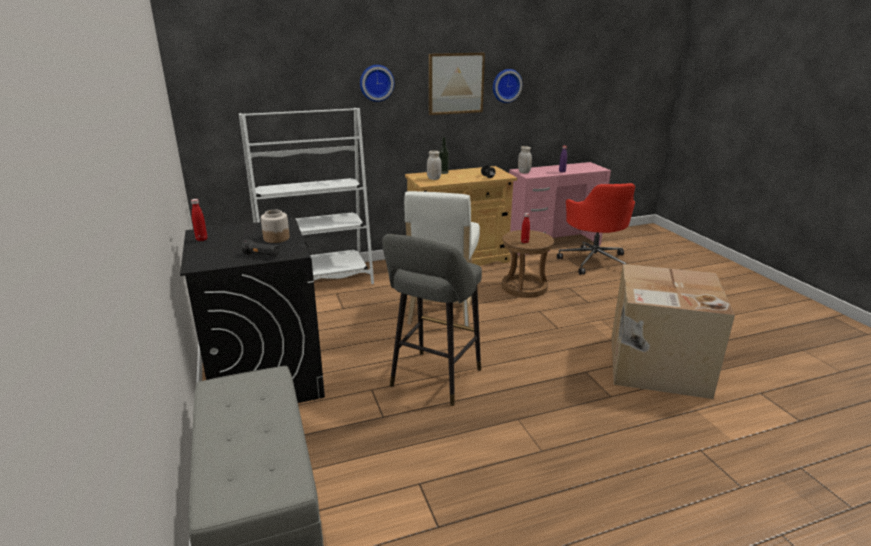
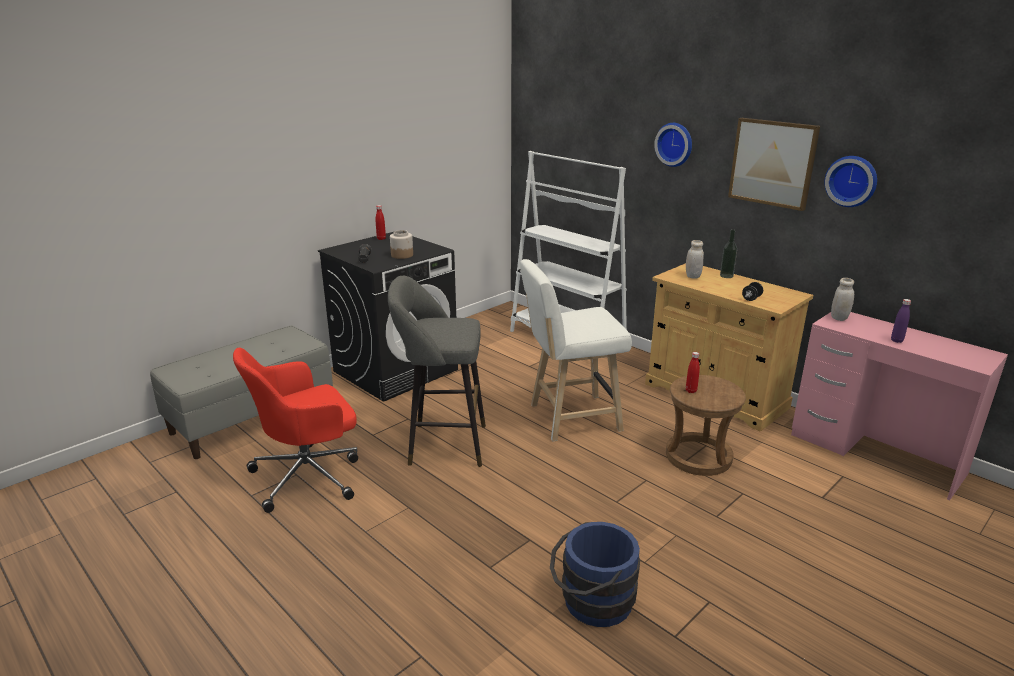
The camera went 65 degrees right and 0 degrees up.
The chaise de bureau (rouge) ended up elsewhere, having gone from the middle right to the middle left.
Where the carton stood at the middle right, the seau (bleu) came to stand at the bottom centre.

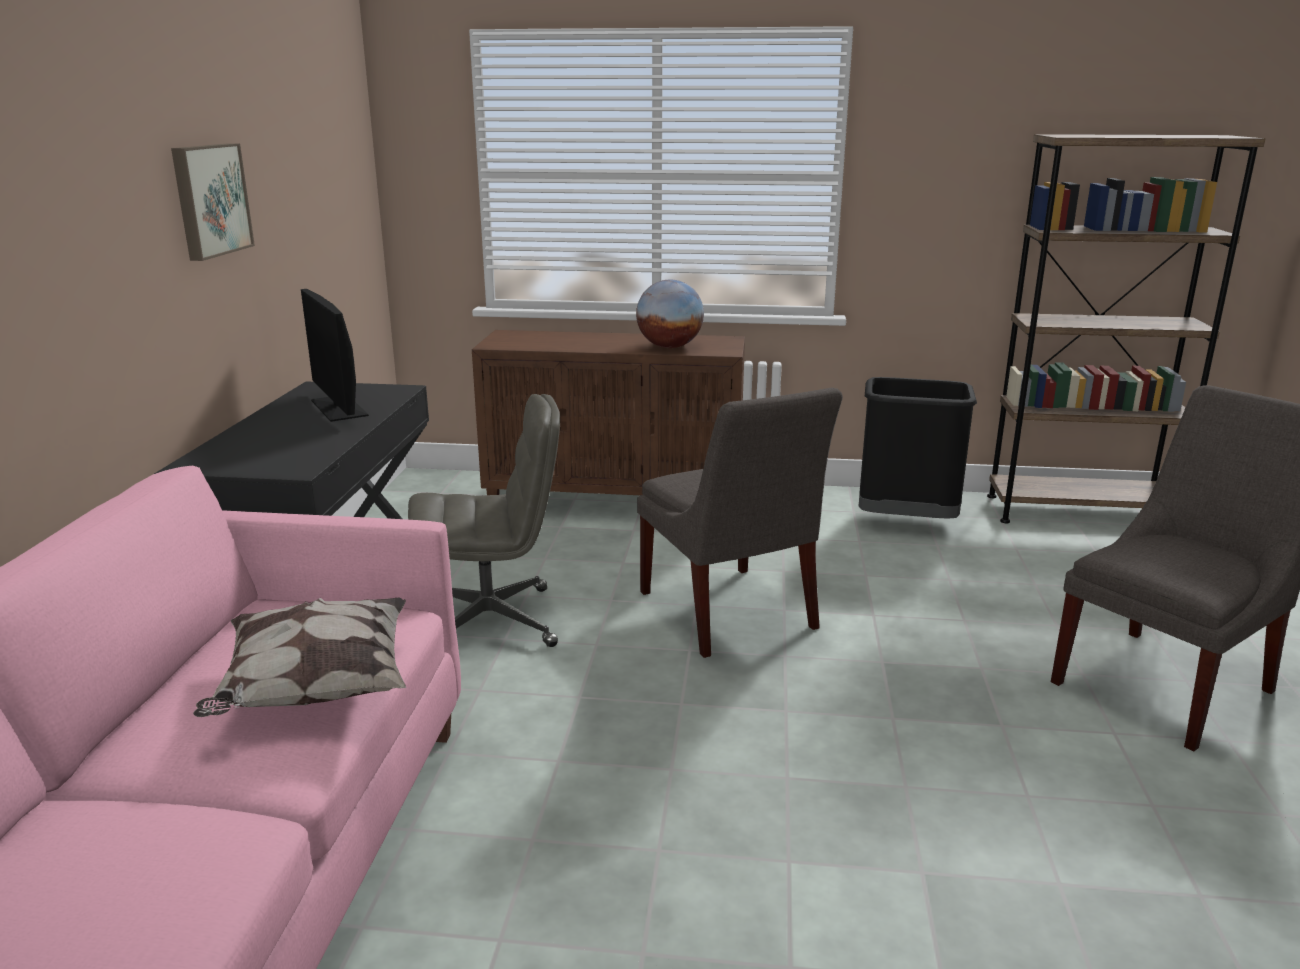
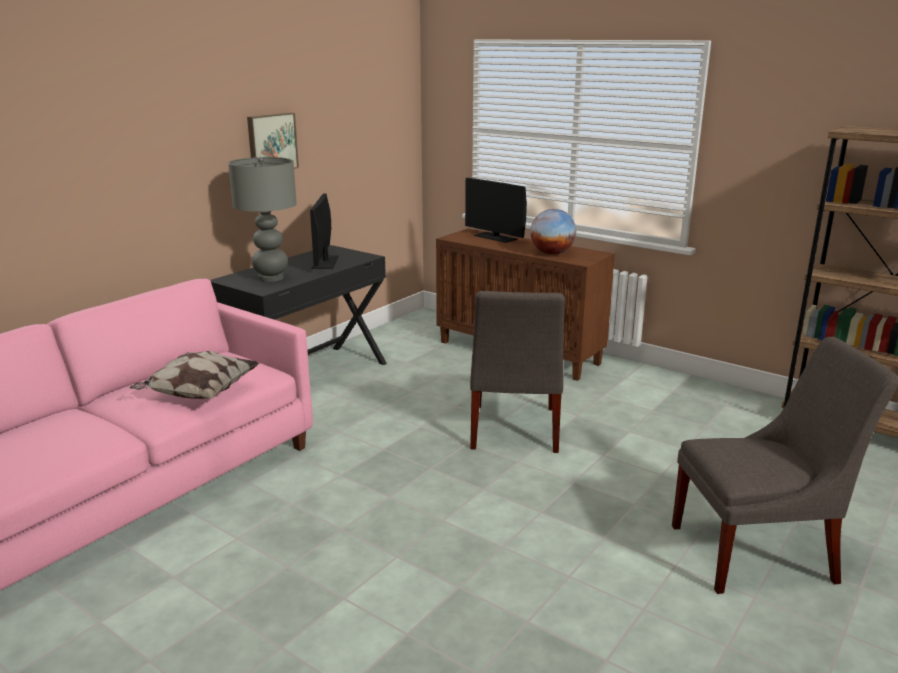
The camera went 30 degrees right and 0 degrees up.
The second view lost the poubelle (noir) at the middle right.
The second view lost the chaise de bureau (gris) at the centre.
The second view gained the lampe de table (gris) at the top left.
The second view gained the écran d'ordinateur (no. 2 from left) at the top centre.

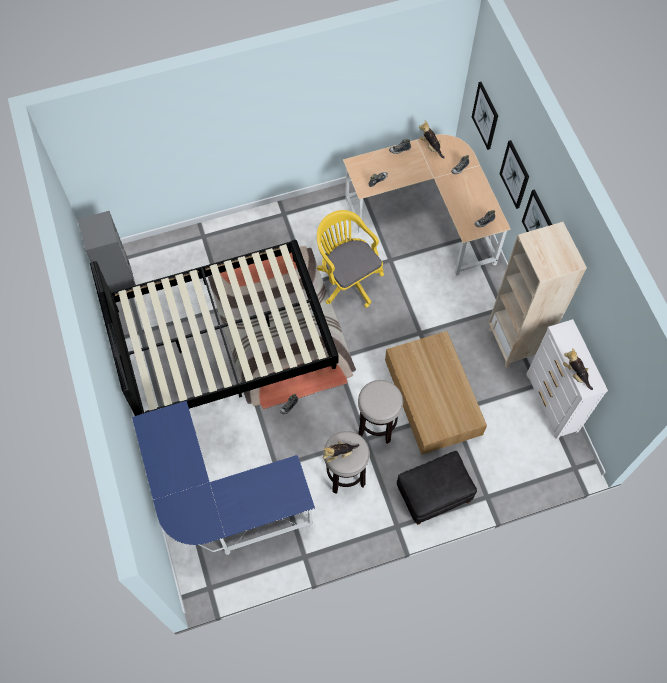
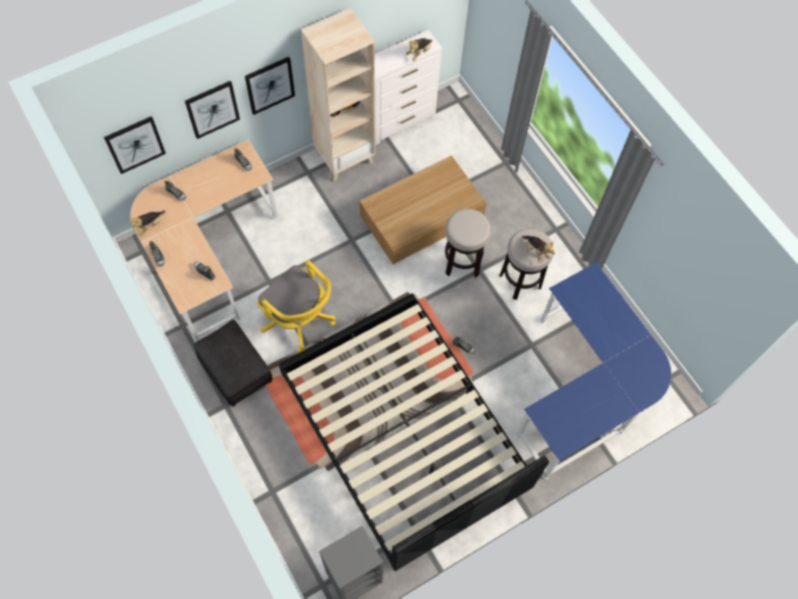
The camera went 105 degrees left and 0 degrees up.
The chaise de bureau (jaune) at the centre ended up facing another way, 90 degrees counterclockwise from before.
The pouf (noir) ended up elsewhere, having gone from the bottom centre to the middle left.

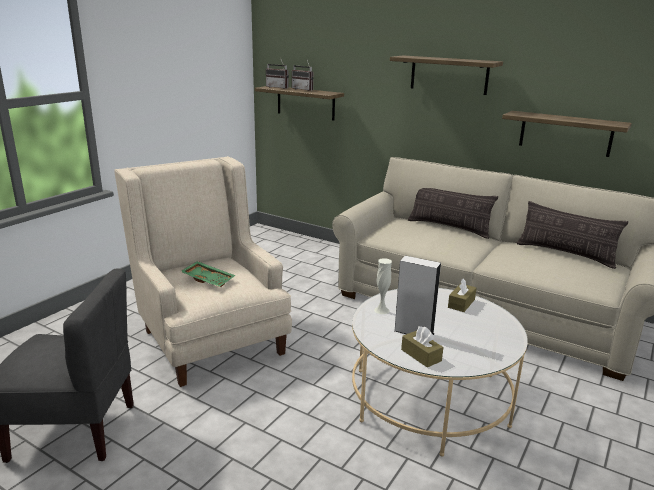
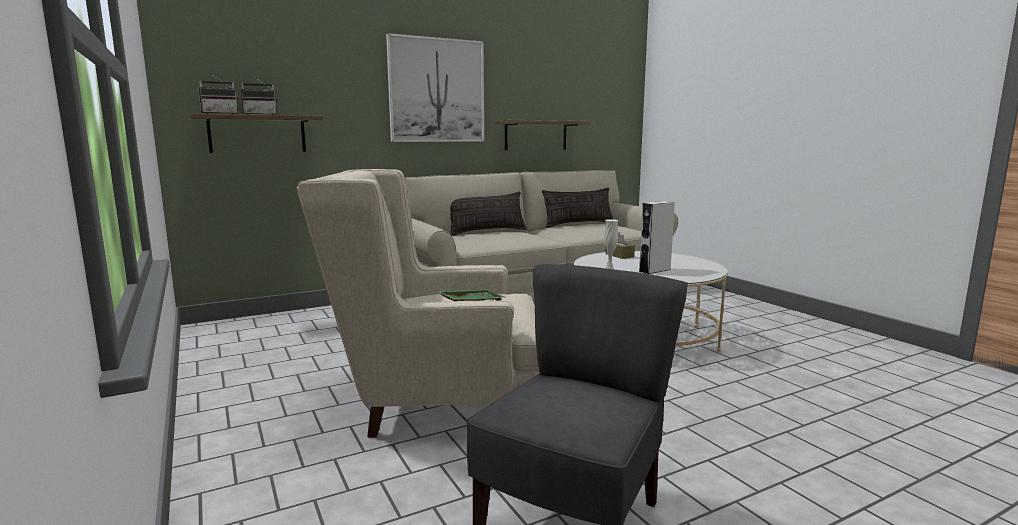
The camera went 60 degrees left and 10 degrees down.
Where the étagère (no. 2 from left) hung at the top right, the tableau came to hang at the top centre.
The second view lost the boîte à mouchoirs (marron) (no. 1 from left) at the bottom centre.

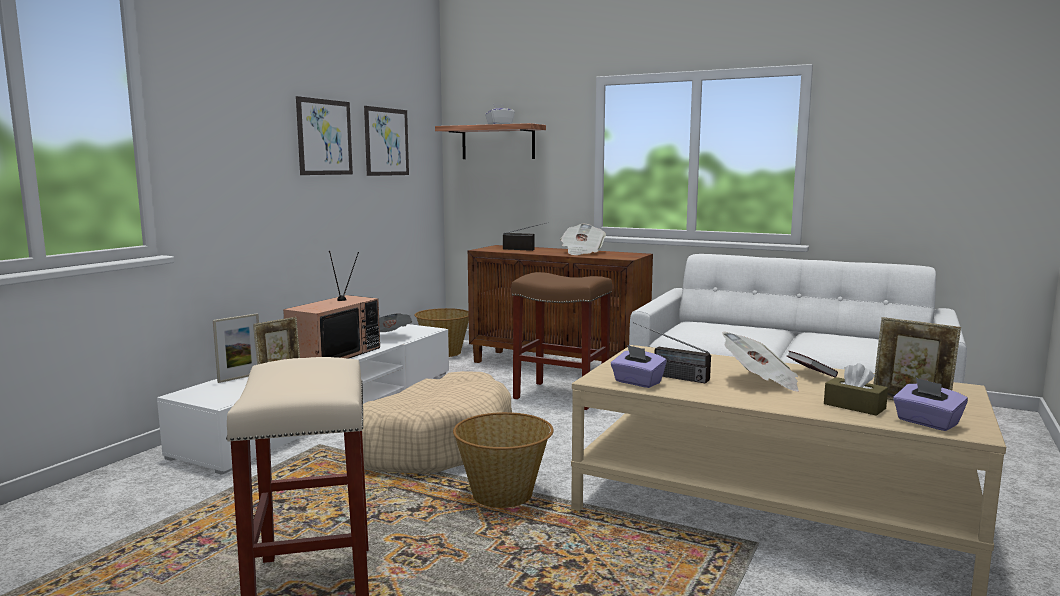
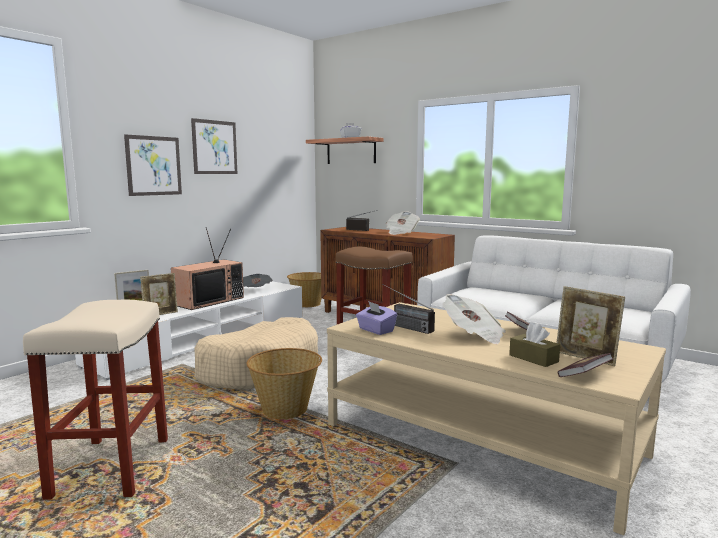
The camera went 10 degrees right and 0 degrees up.
The tableau (no. 2 from left in the first image) ended up elsewhere, having gone from the top centre to the top left.
Where the boîte à mouchoirs (violet) (no. 2 from left) stood at the bottom right, the livre (no. 2 from left) came to stand at the bottom right.

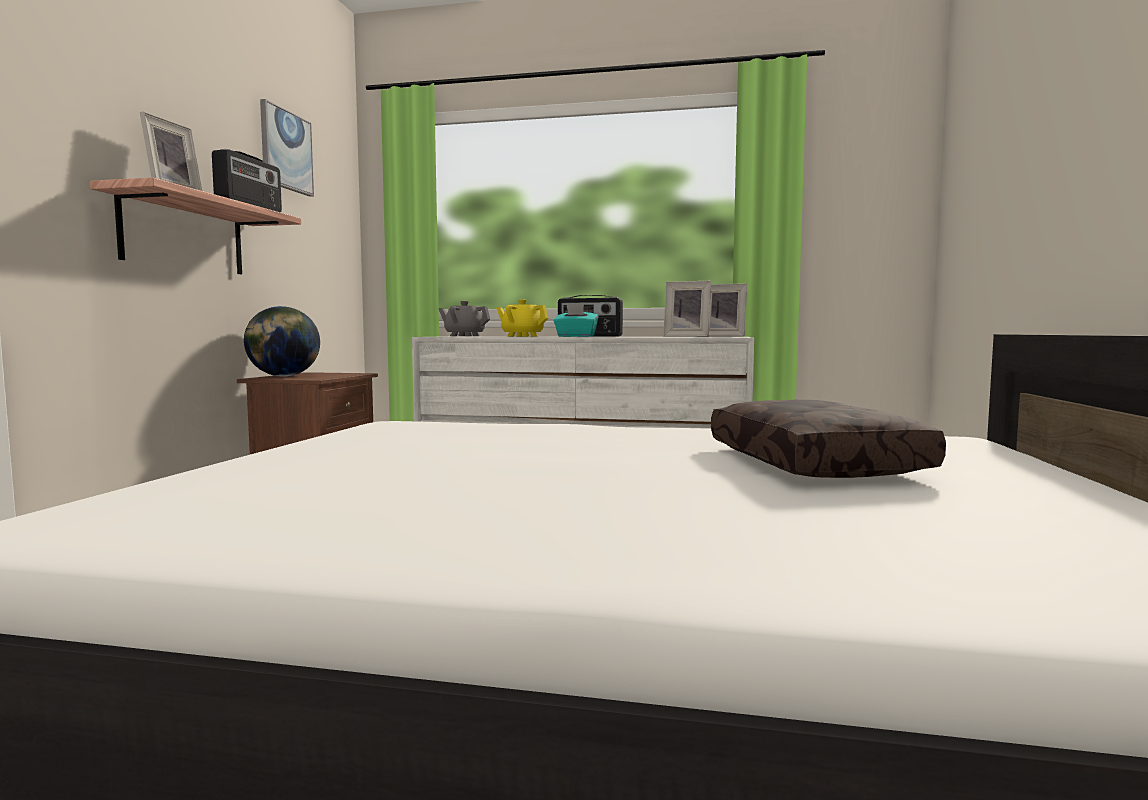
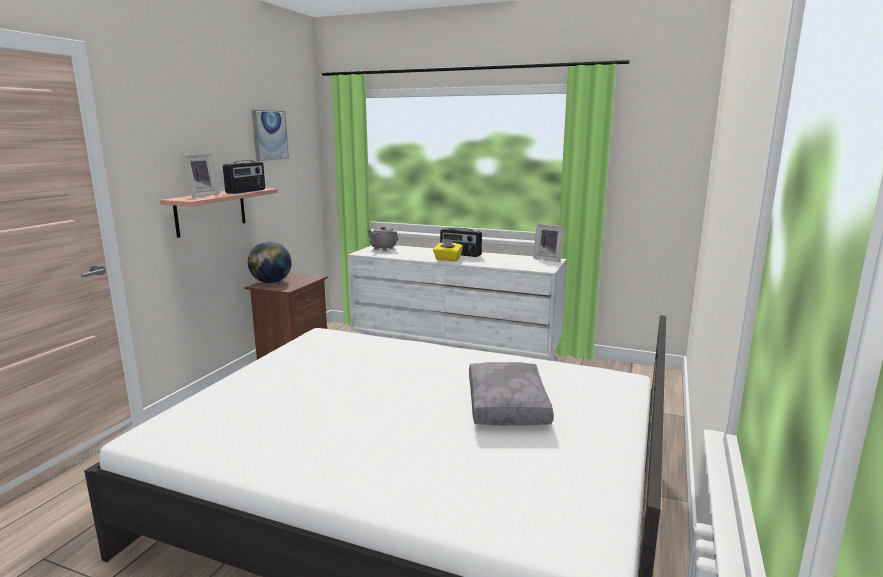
The camera went 10 degrees right and 10 degrees up.
The second view lost the cadre photo (no. 2 from left) at the centre.
The second view lost the théière (jaune) at the centre.
What was the boîte à mouchoirs (turquoise) at the centre turned into the boîte à mouchoirs (jaune) at the centre.
What was the coussin (marron) at the middle right turned into the coussin (gris) at the bottom centre.

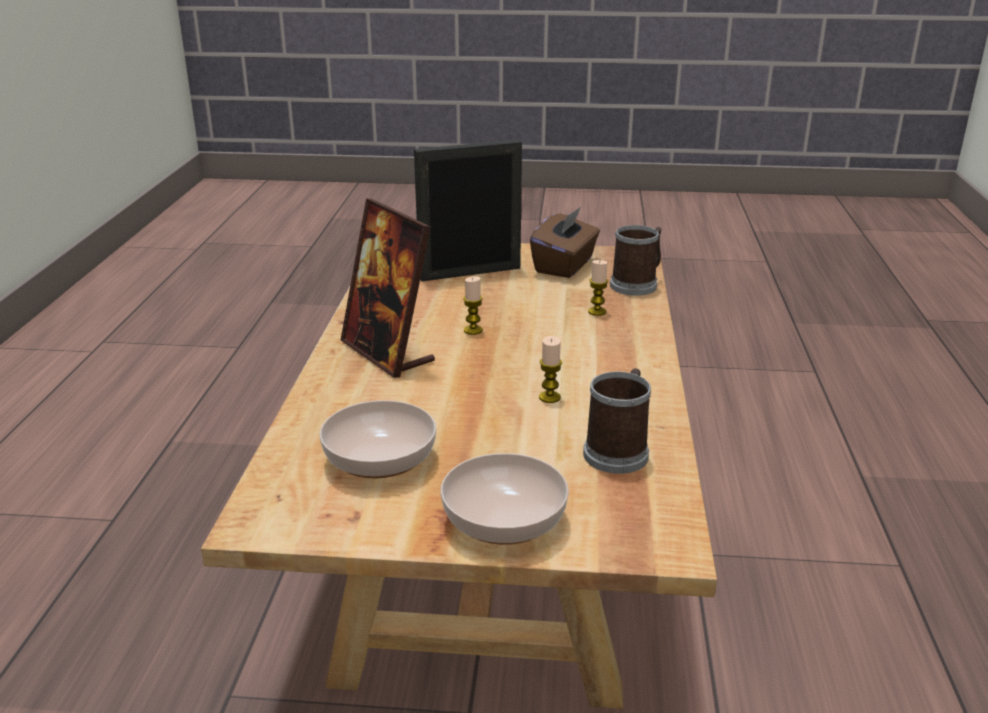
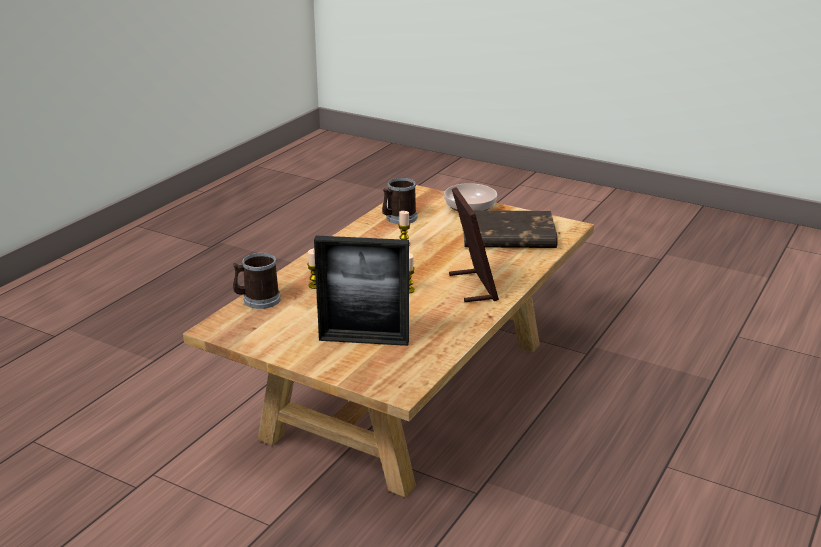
The camera went 155 degrees left and 0 degrees up.
The second view lost the boîte à mouchoirs (marron) at the centre.
Where the bol (no. 1 from left) stood at the centre, the livre (marron) came to stand at the centre.

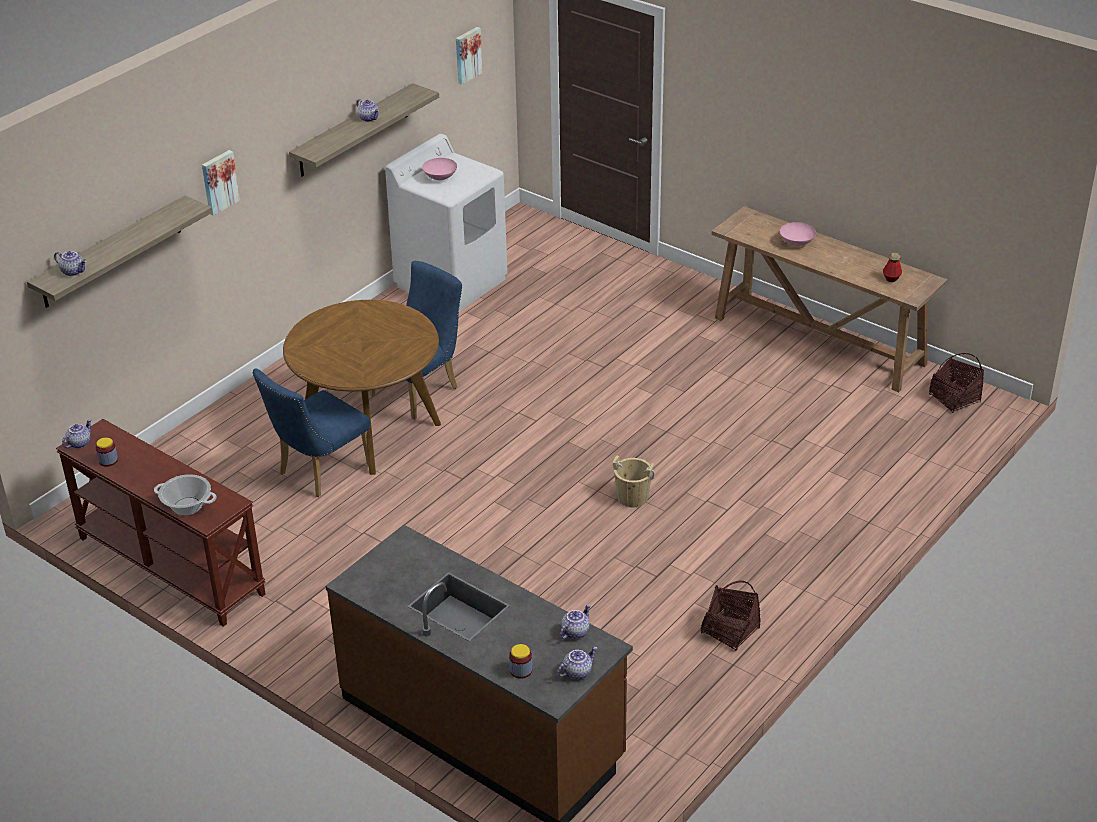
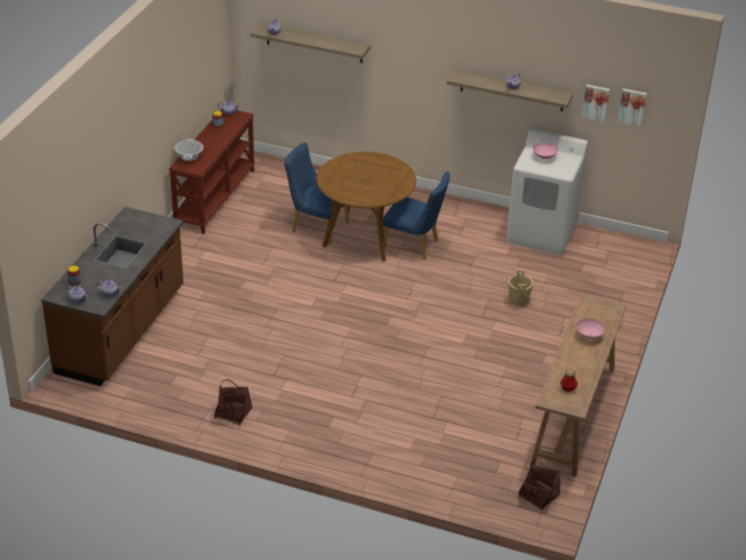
The camera went 70 degrees right and 0 degrees up.
The tableau (no. 1 from left) ended up elsewhere, having gone from the top left to the top right.
The seau (beige) ended up elsewhere, having gone from the centre to the middle right.

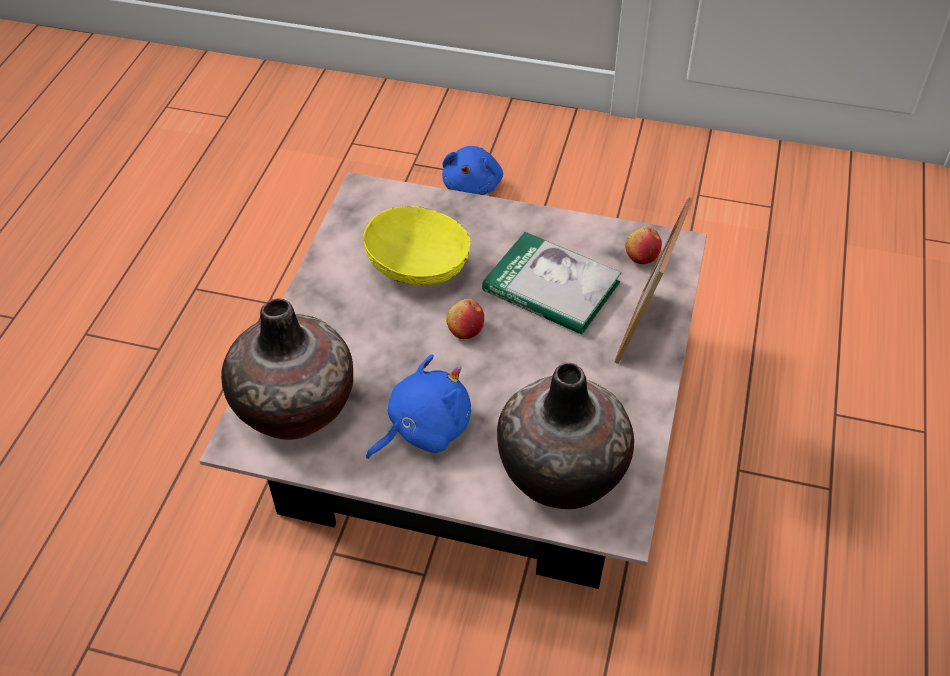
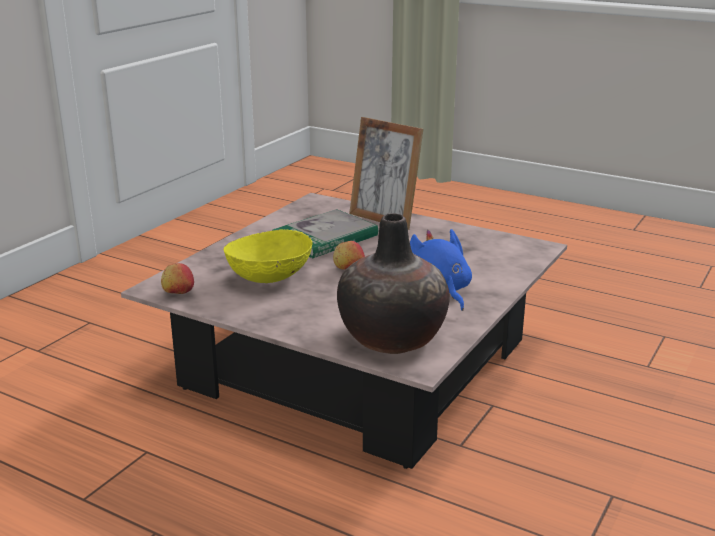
The camera went 75 degrees left and 25 degrees down.
The second view lost the peluche (bleu) (no. 2 from left) at the top centre.
The pomme (no. 2 from left in the first image) ended up elsewhere, having gone from the middle right to the middle left.
The second view lost the vase (no. 2 from left) at the centre.

